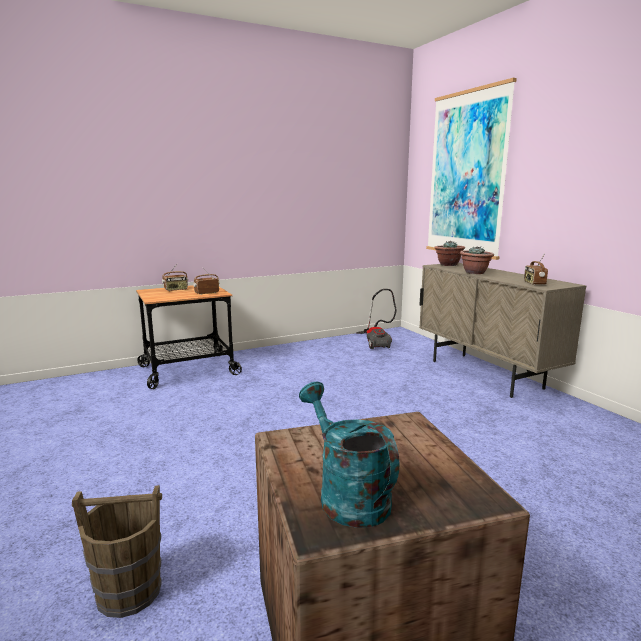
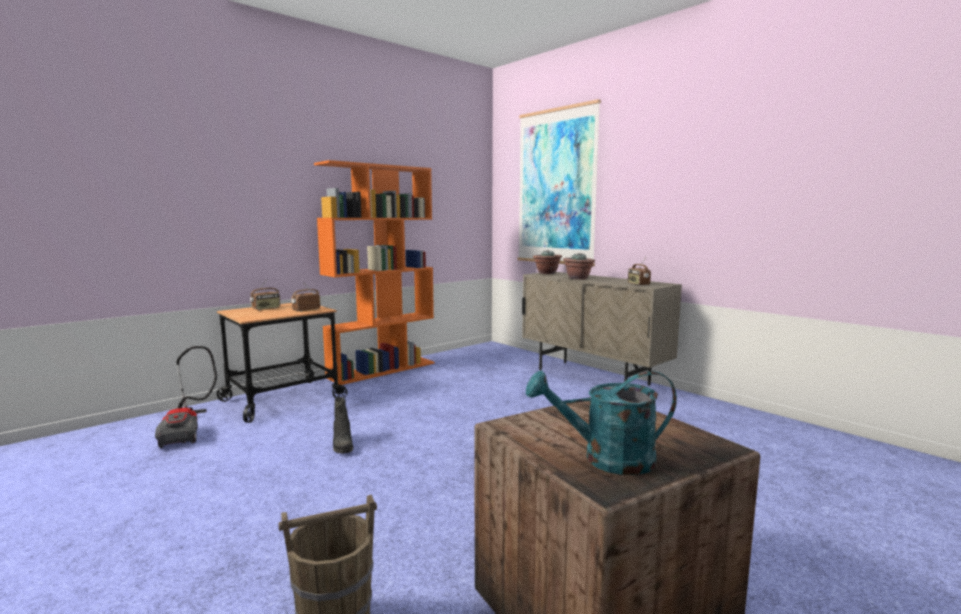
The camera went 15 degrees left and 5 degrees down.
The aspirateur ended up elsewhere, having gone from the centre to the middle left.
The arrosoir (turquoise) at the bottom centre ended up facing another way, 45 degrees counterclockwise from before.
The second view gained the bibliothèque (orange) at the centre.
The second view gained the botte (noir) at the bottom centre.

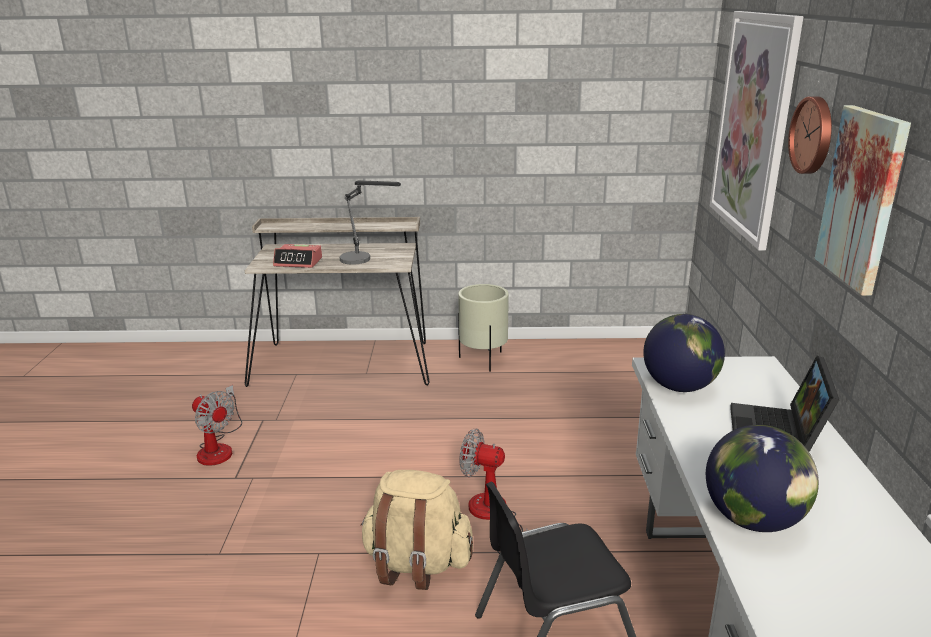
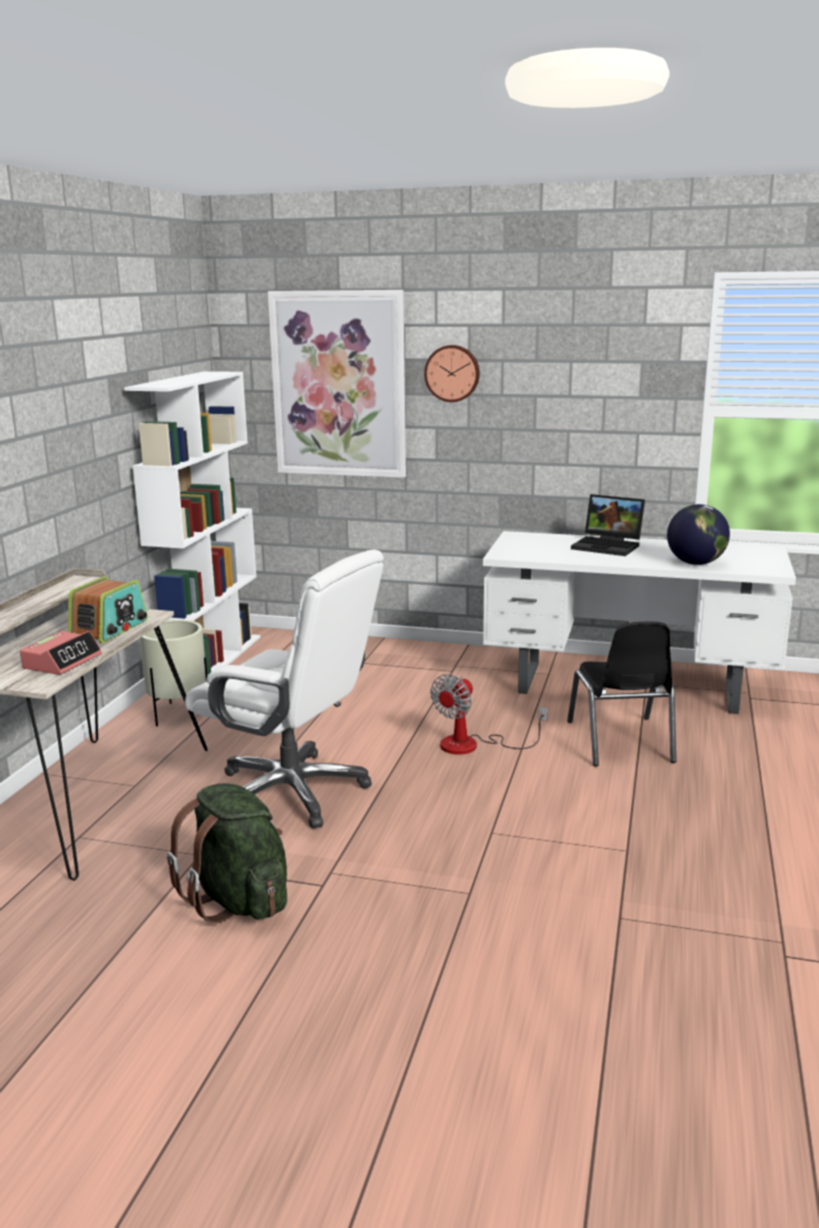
The camera went 75 degrees left and 5 degrees down.
The second view lost the tableau (no. 2 from left) at the top right.
Where the lampe de table stood at the centre, the radio came to stand at the middle left.
The second view lost the globe (no. 1 from left) at the middle right.
Where the ventilateur (no. 1 from left) stood at the bottom left, the sac à dos (vert) came to stand at the bottom left.
The second view lost the sac à dos (beige) at the bottom centre.
The second view gained the bibliothèque (blanc) at the middle left.
The second view gained the chaise de bureau (blanc) at the centre.

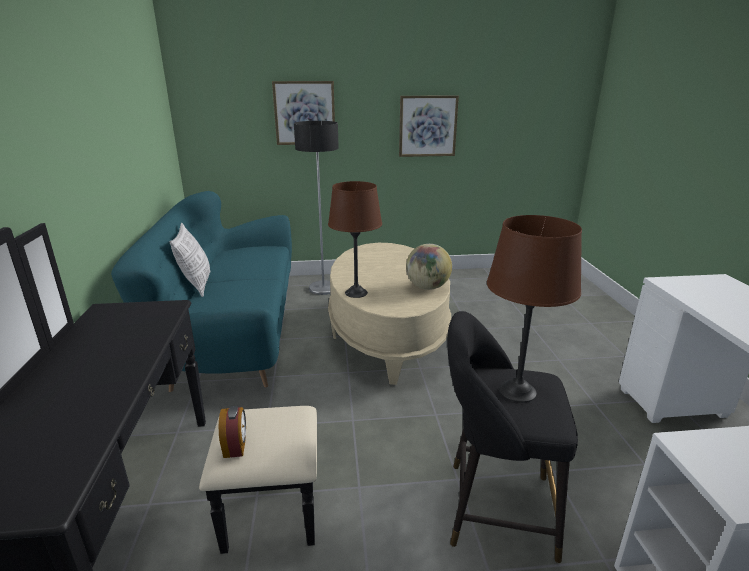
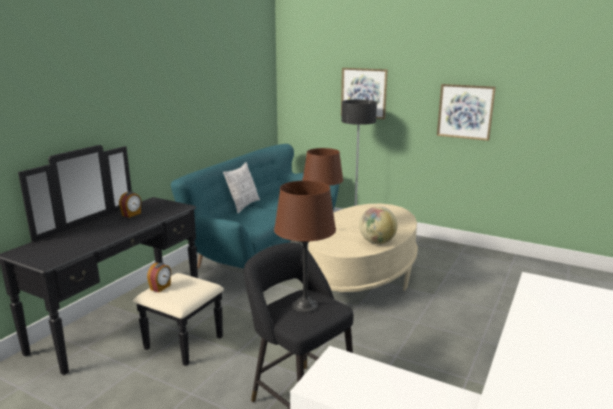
The camera went 35 degrees right and 5 degrees down.
The second view gained the réveil (no. 1 from left) at the middle left.

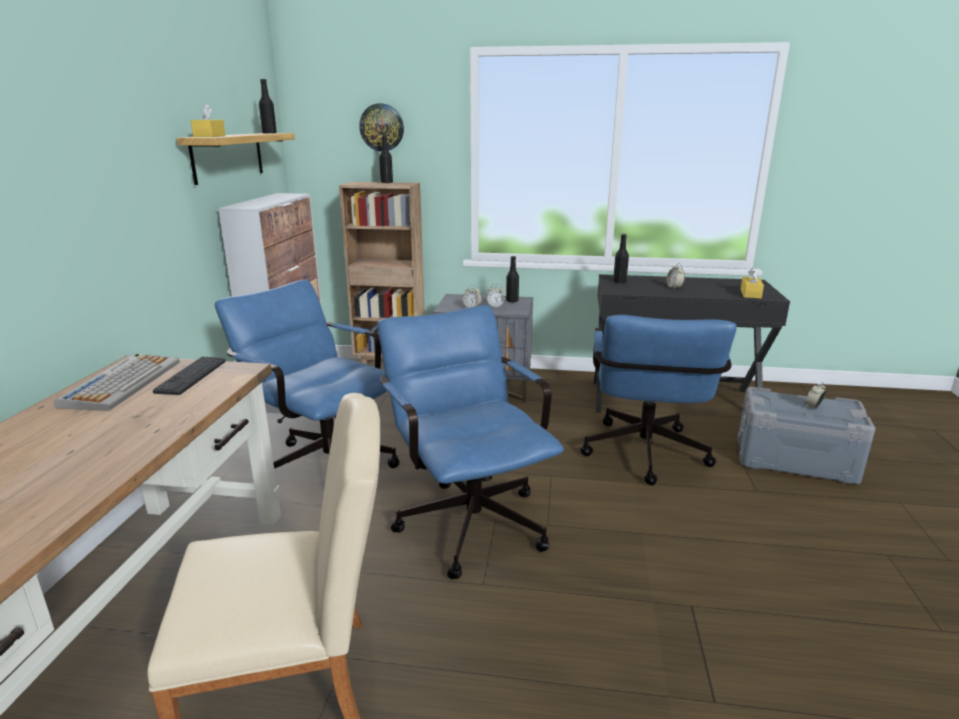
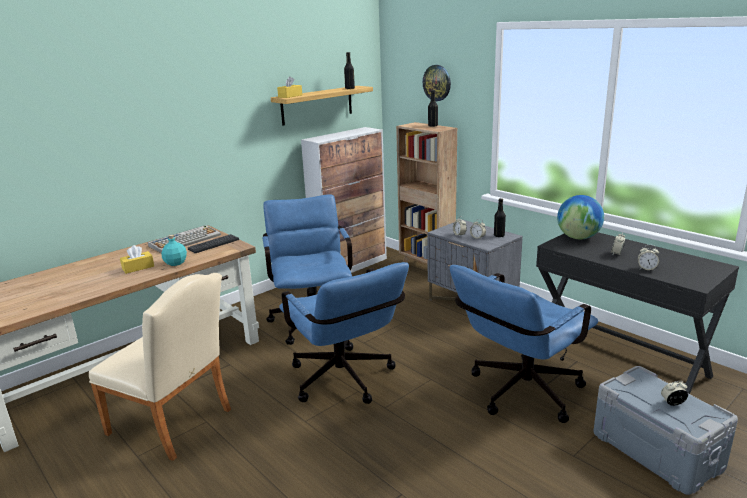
The camera went 40 degrees right and 0 degrees up.
Where the bouteille (noir) (no. 4 from left) stood at the centre, the globe came to stand at the middle right.
The boîte à mouchoirs (jaune) (no. 2 from left in the first image) ended up elsewhere, having gone from the middle right to the middle left.
The chaise de bureau (bleu) (no. 2 from left) at the centre ended up facing another way, 135 degrees clockwise from before.
The second view gained the bouteille (turquoise) at the middle left.
The second view gained the réveil (no. 4 from left) at the middle right.

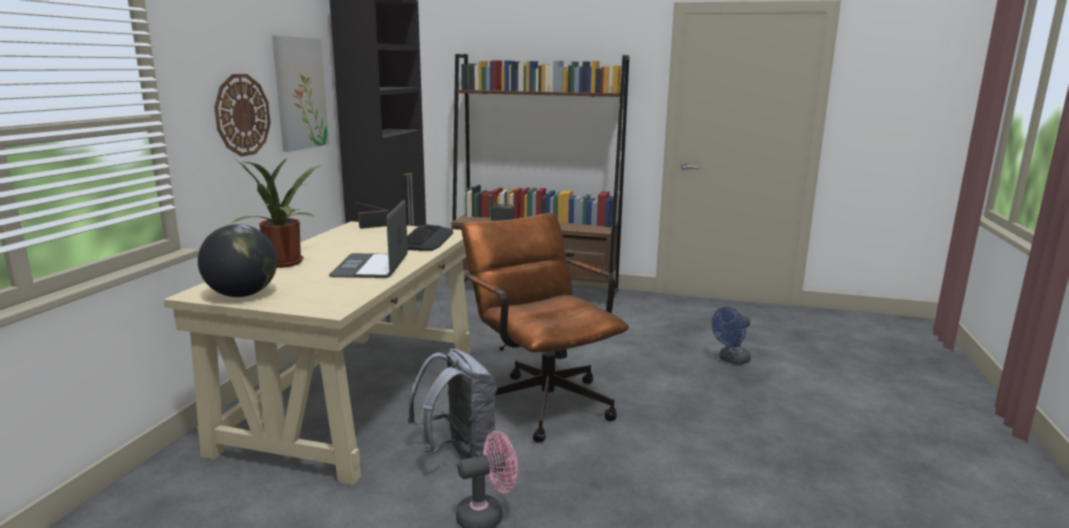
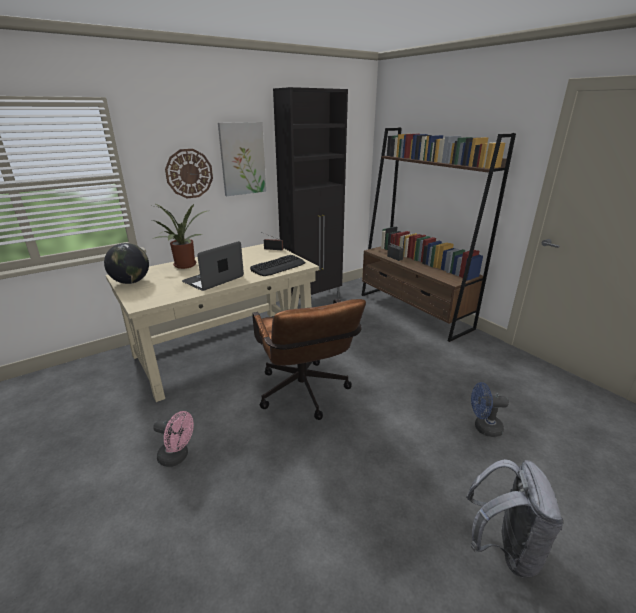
The camera went 40 degrees right and 10 degrees up.
The chaise de bureau (marron) at the centre ended up facing another way, 150 degrees clockwise from before.
The sac à dos (gris) ended up elsewhere, having gone from the bottom centre to the bottom right.

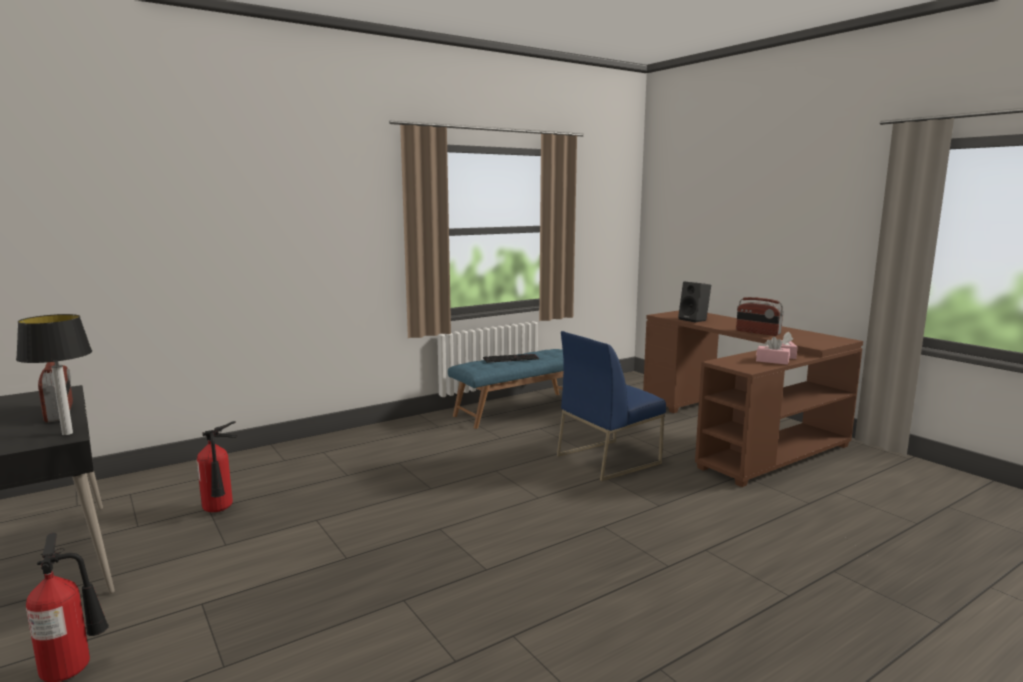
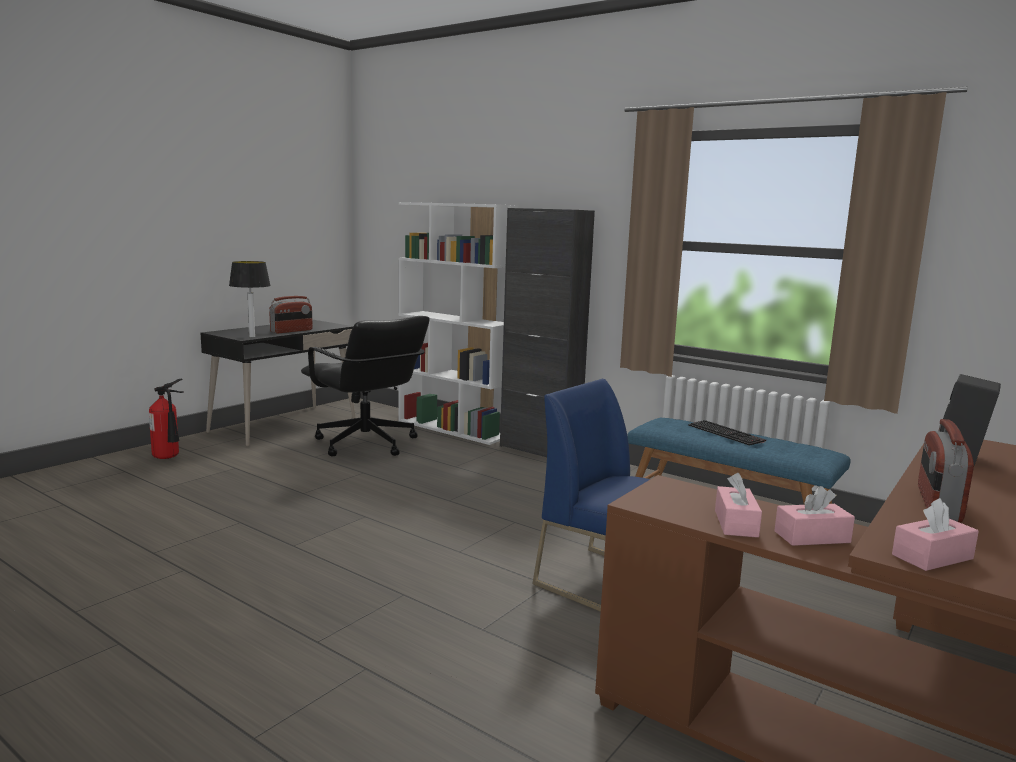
The camera went 70 degrees right and 0 degrees up.
Where the extincteur (no. 2 from left) stood at the bottom left, the chaise de bureau (noir) came to stand at the centre.
The second view gained the bibliothèque (blanc) at the centre.
The second view gained the meuble de rangement (noir) at the centre.
The second view gained the boîte à mouchoirs (rose) (no. 3 from left) at the bottom right.

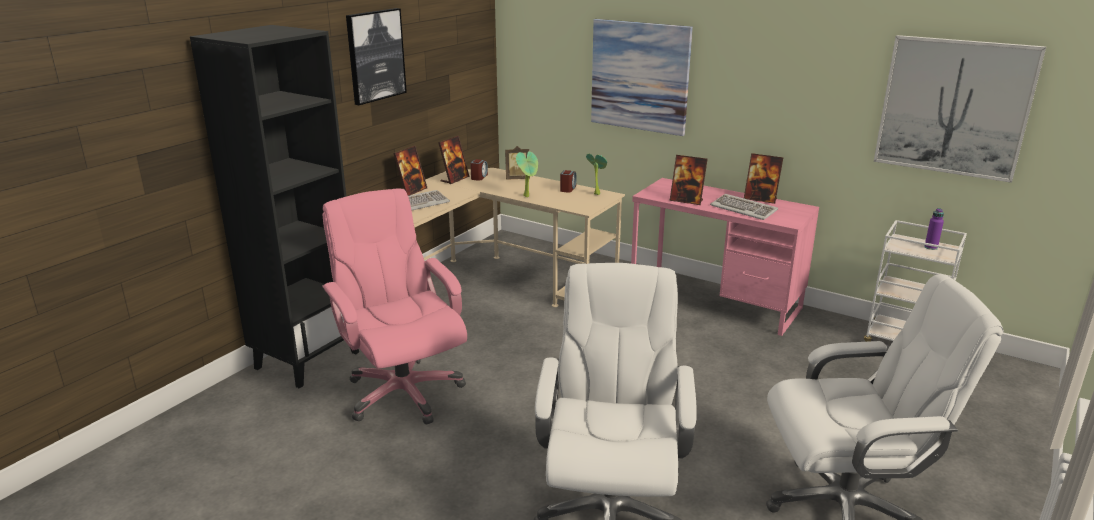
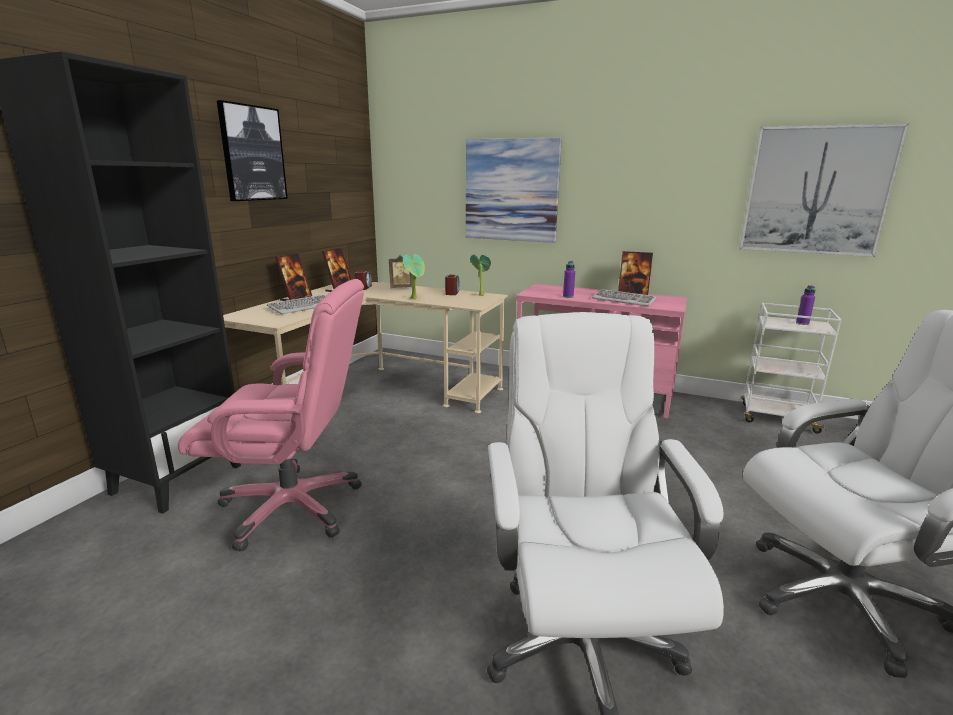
The camera went 10 degrees left and 5 degrees down.
Where the cadre photo (no. 4 from left) stood at the centre, the bouteille (violet) (no. 1 from left) came to stand at the centre.
The chaise de bureau (rose) at the centre ended up facing another way, 135 degrees clockwise from before.

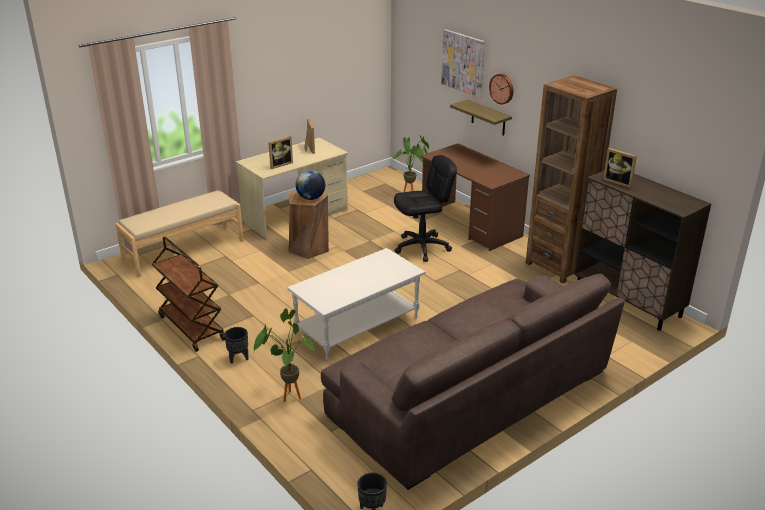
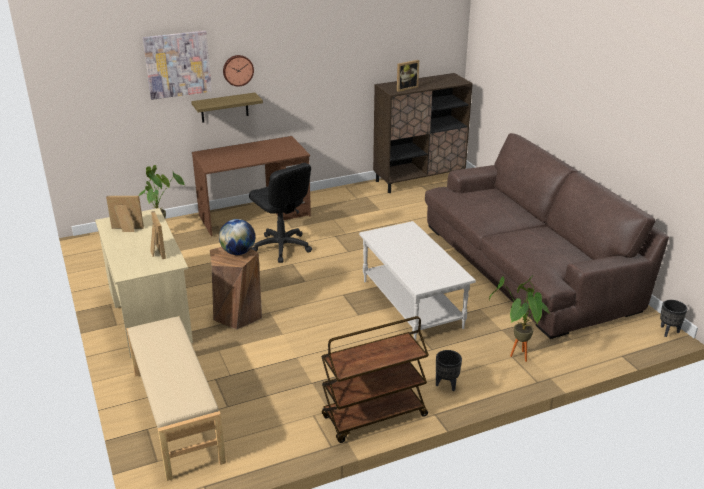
The camera went 75 degrees left and 0 degrees up.
The second view lost the bibliothèque (marron) at the middle right.
The chaise de bureau (noir) at the centre ended up facing another way, 150 degrees clockwise from before.

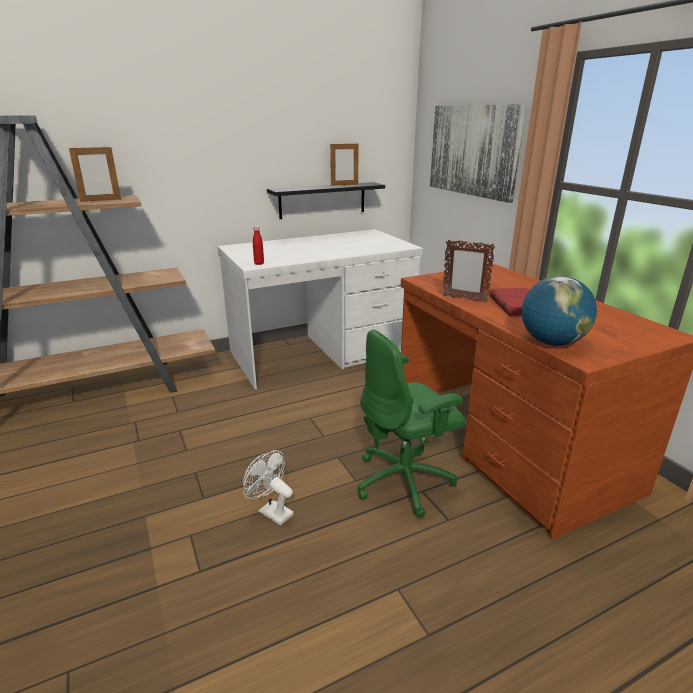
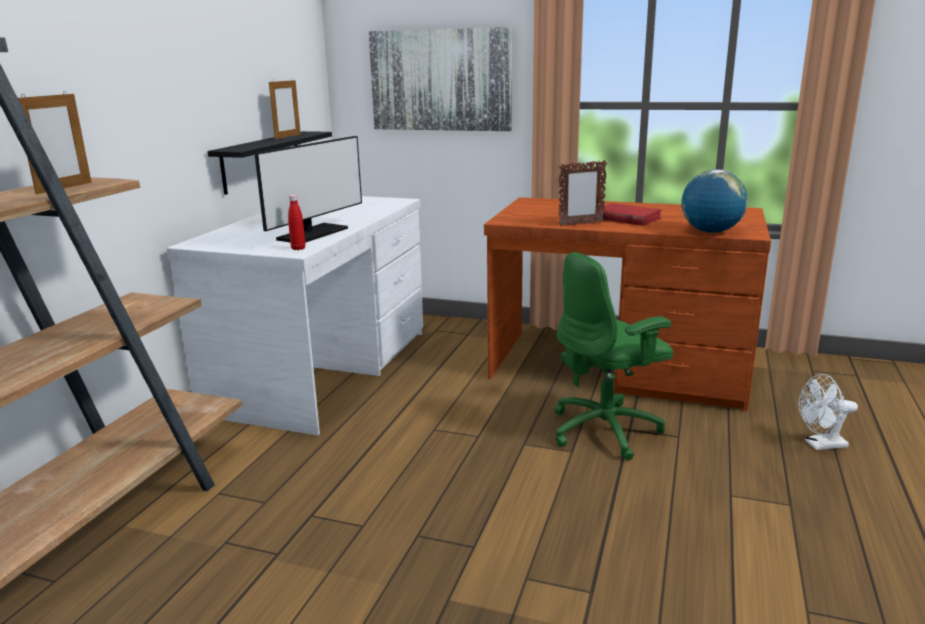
The camera went 45 degrees left and 5 degrees down.
The chaise de bureau (vert) at the centre ended up facing another way, 45 degrees clockwise from before.
The ventilateur (blanc) ended up elsewhere, having gone from the bottom centre to the middle right.
The second view gained the écran d'ordinateur at the top left.

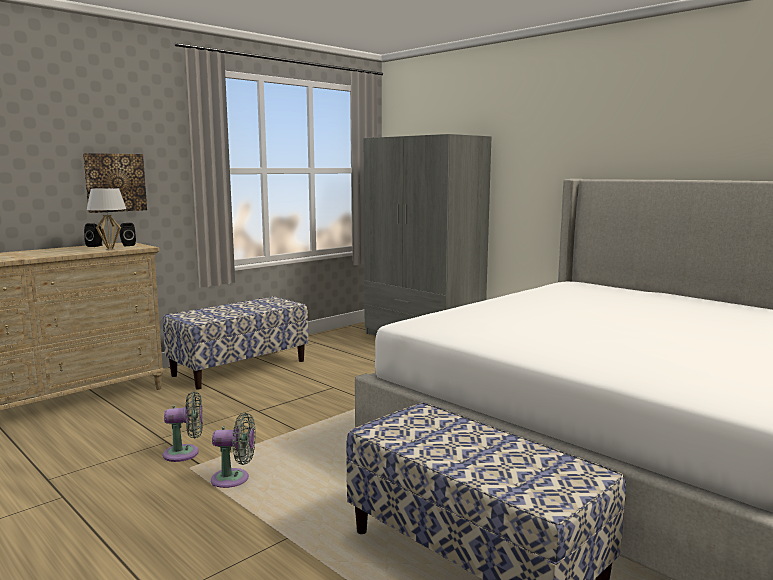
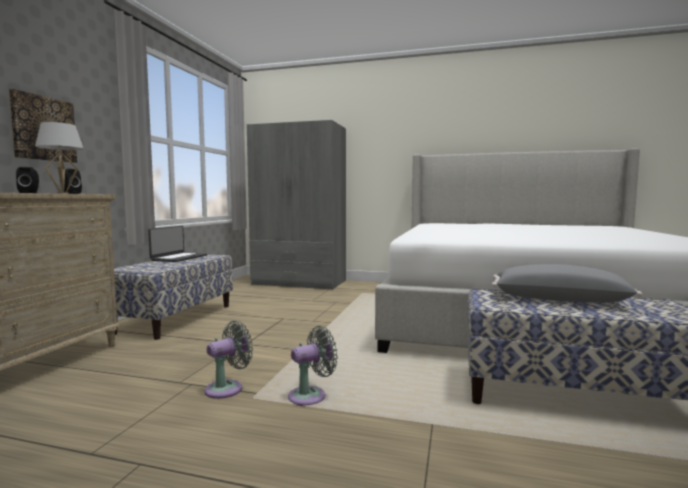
The camera went 30 degrees left and 5 degrees down.
The second view gained the ordinateur portable at the middle left.
The second view gained the coussin (gris) at the middle right.

